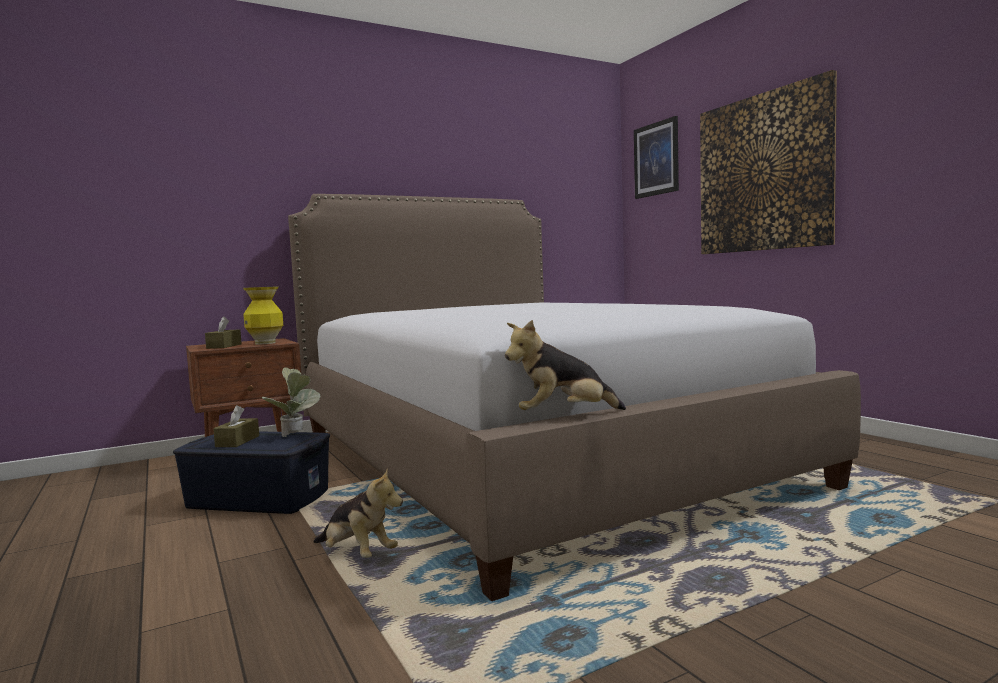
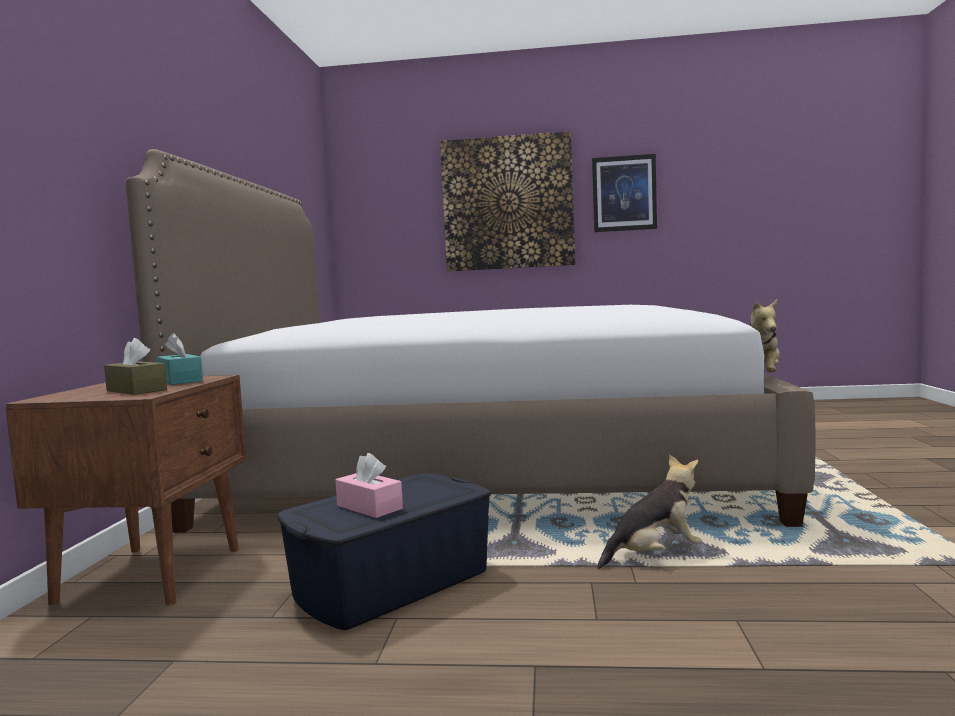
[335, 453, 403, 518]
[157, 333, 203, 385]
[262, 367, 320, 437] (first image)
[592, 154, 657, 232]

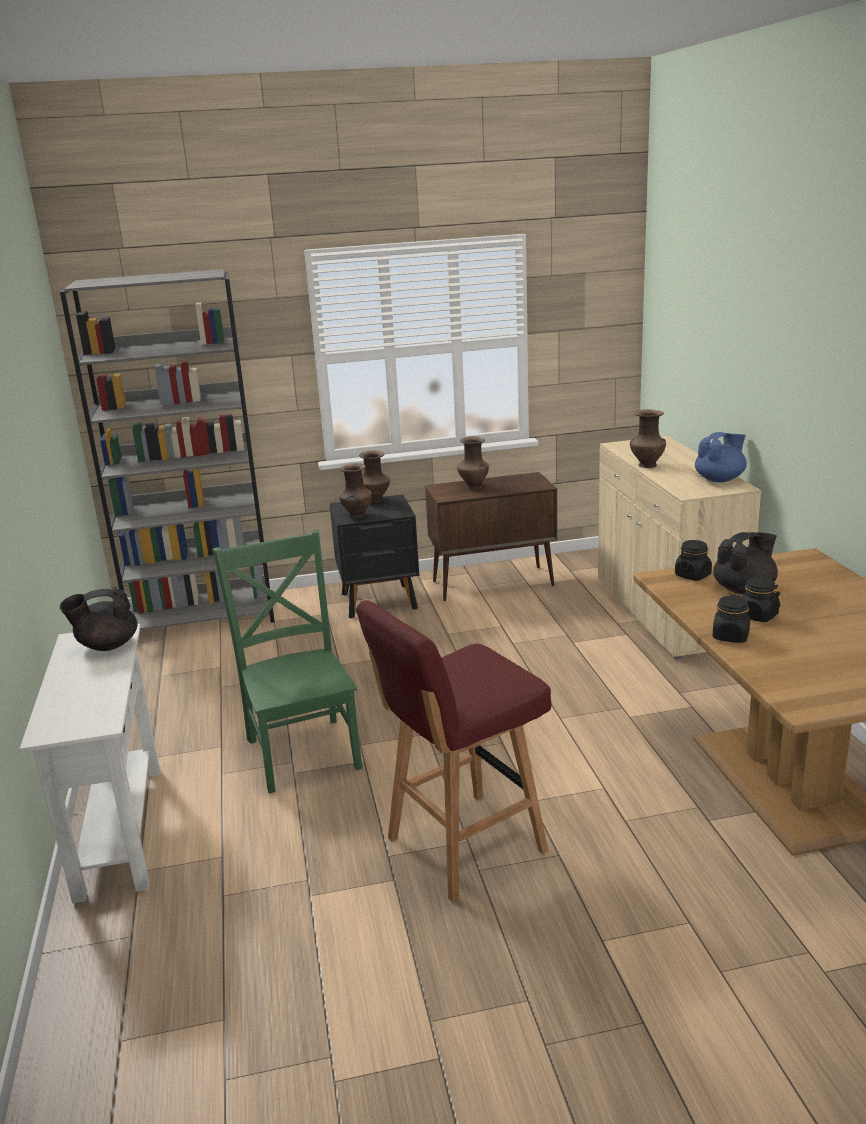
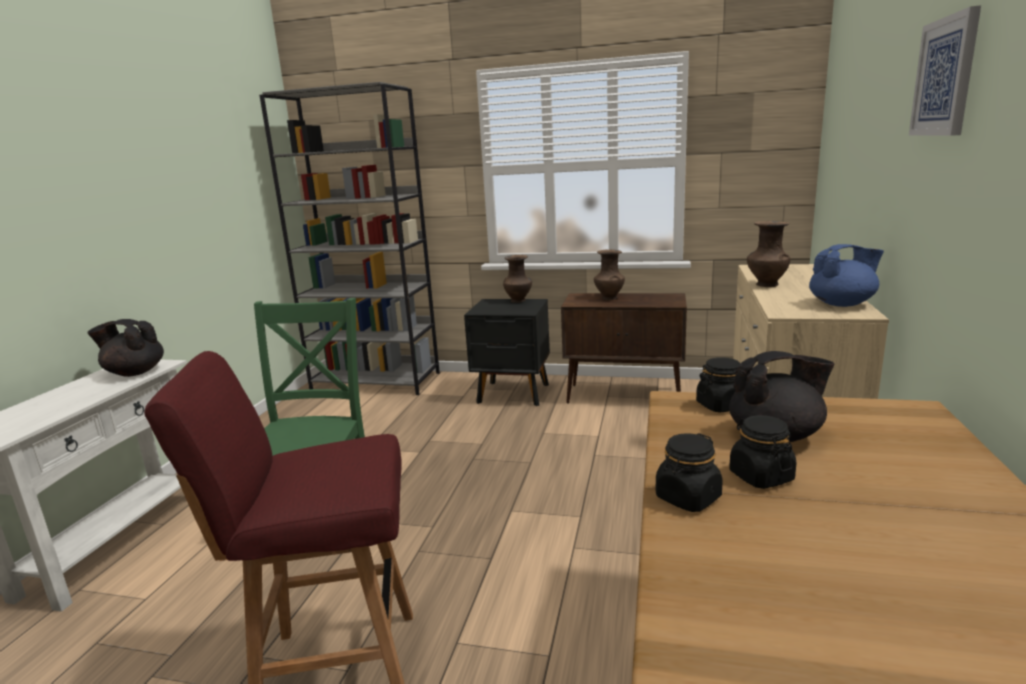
[339, 463, 372, 518] (first image)
[909, 5, 981, 136]

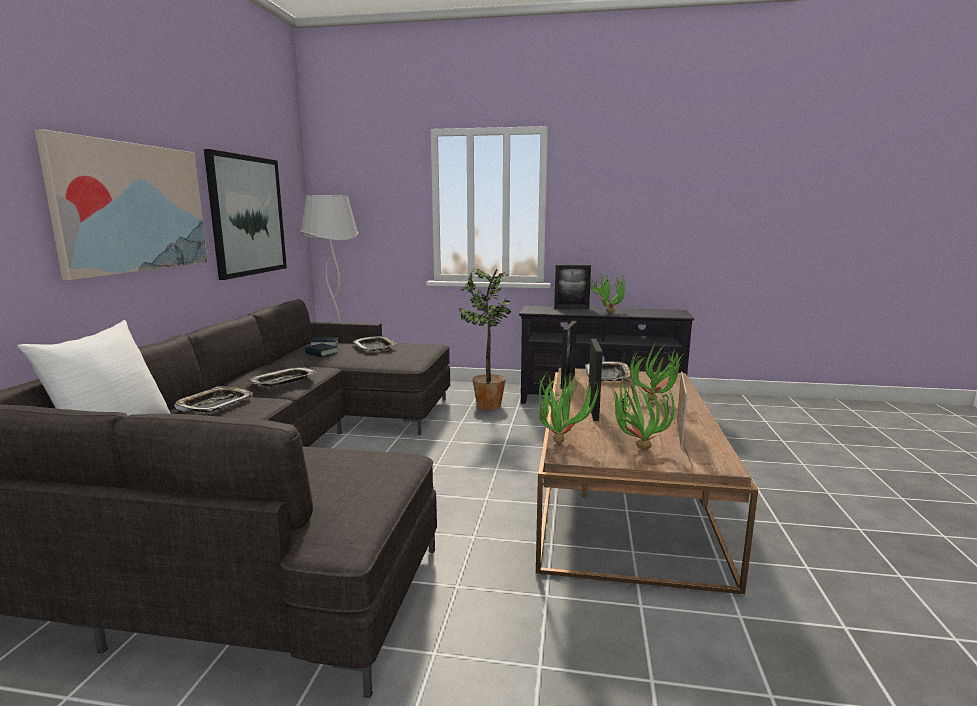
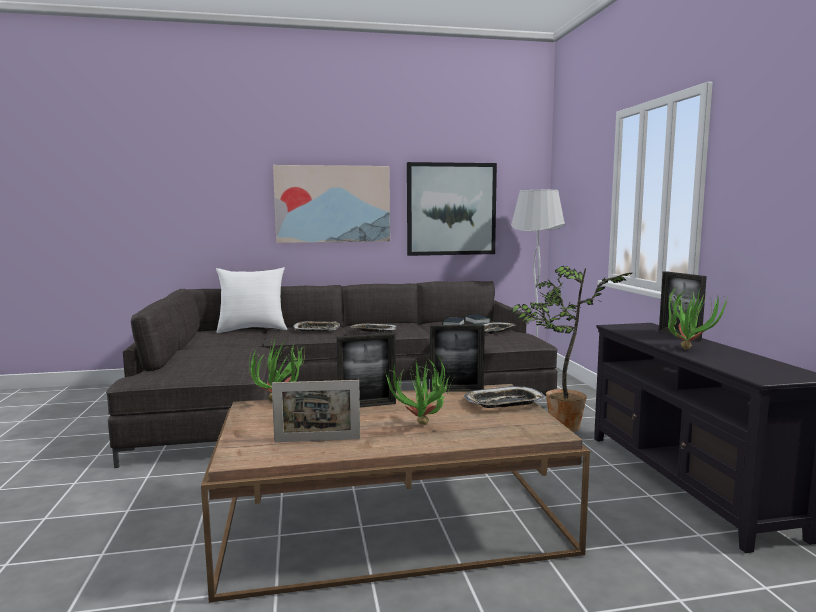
[610, 377, 674, 450] (first image)

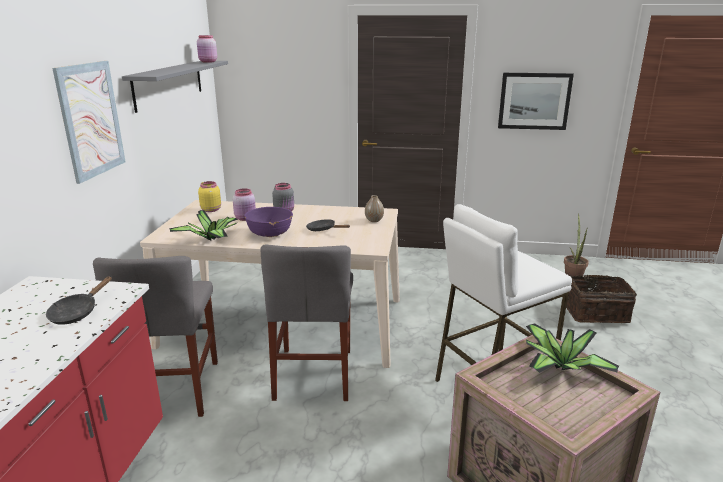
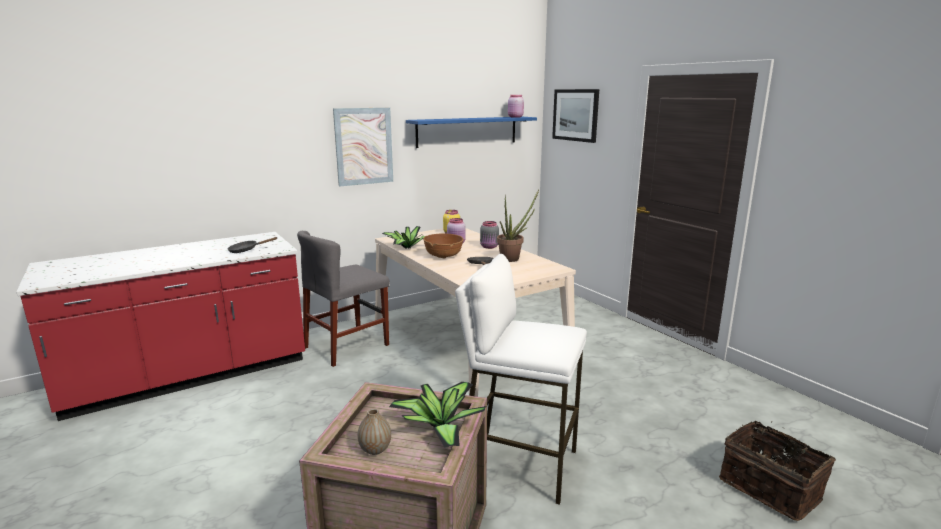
[406, 117, 537, 148]
[423, 233, 464, 259]
[260, 245, 353, 401] (first image)
[358, 409, 391, 455]
[552, 89, 599, 143]
[497, 190, 539, 262]

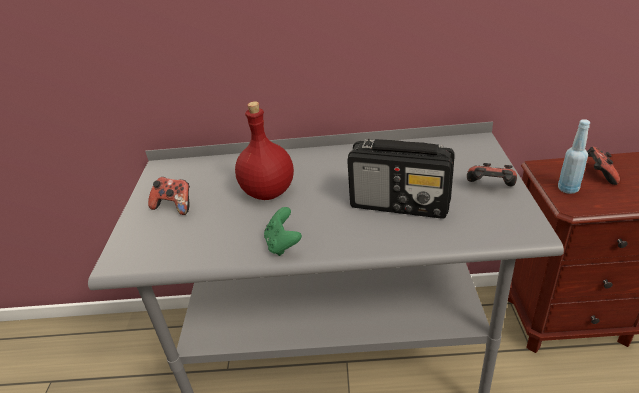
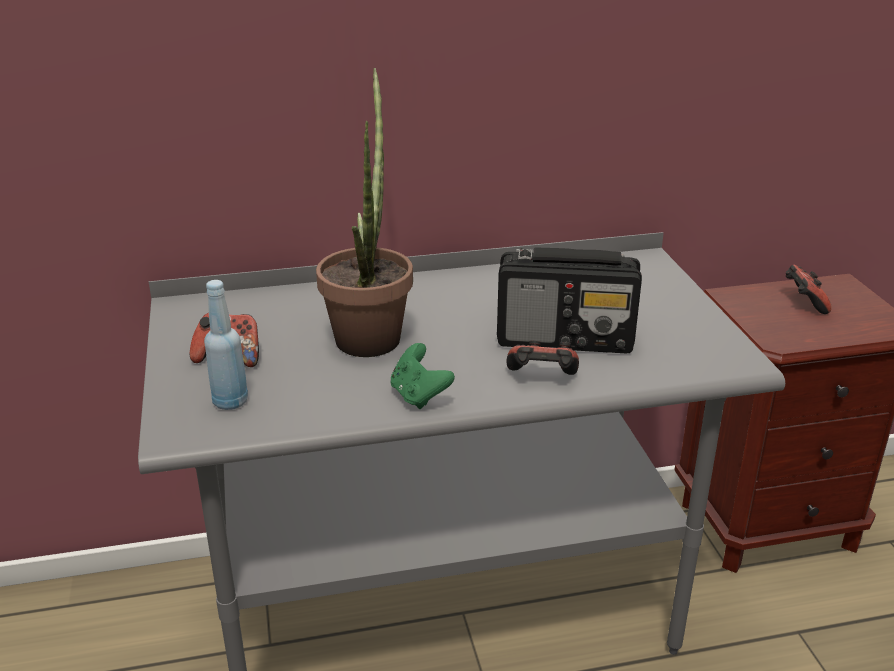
[316, 68, 413, 357]
[506, 341, 579, 375]
[204, 280, 248, 410]

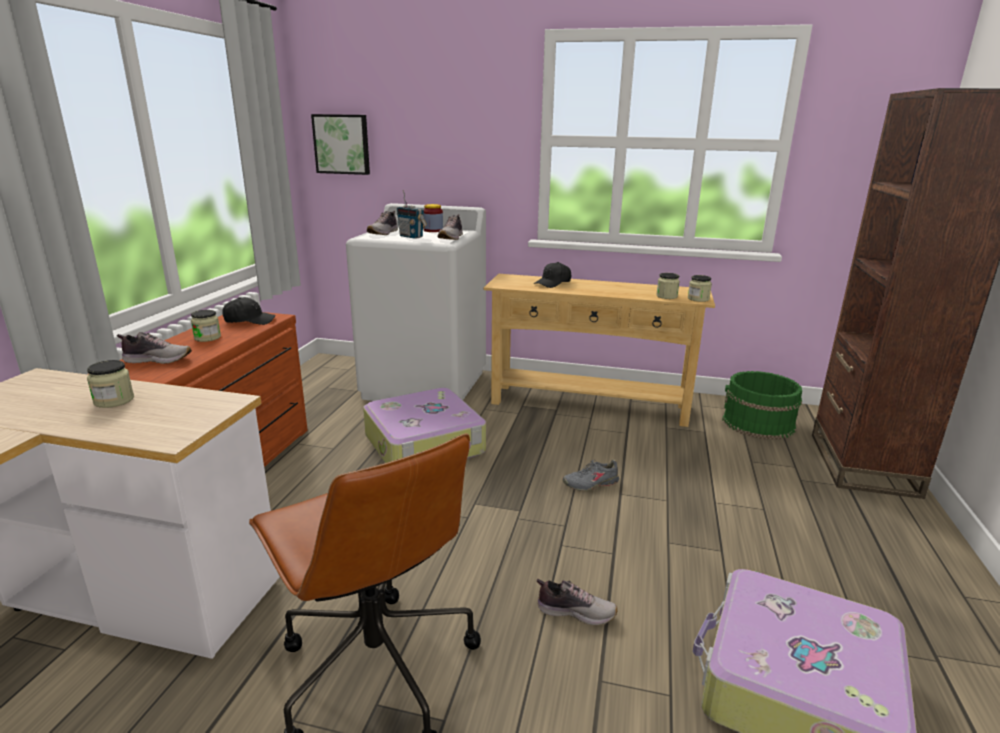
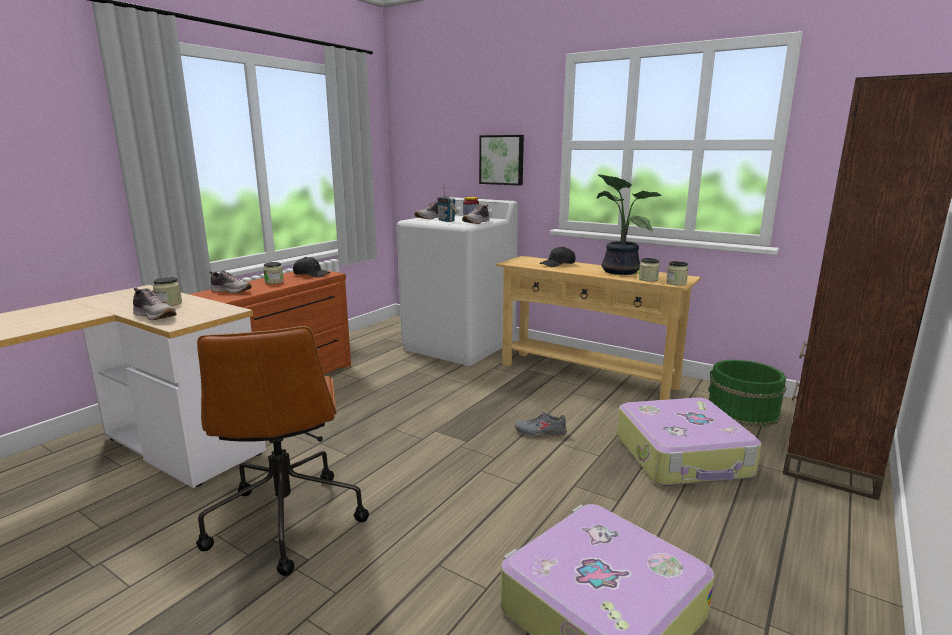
[479, 135, 524, 186]
[617, 398, 761, 486]
[133, 288, 177, 320]
[597, 174, 661, 275]

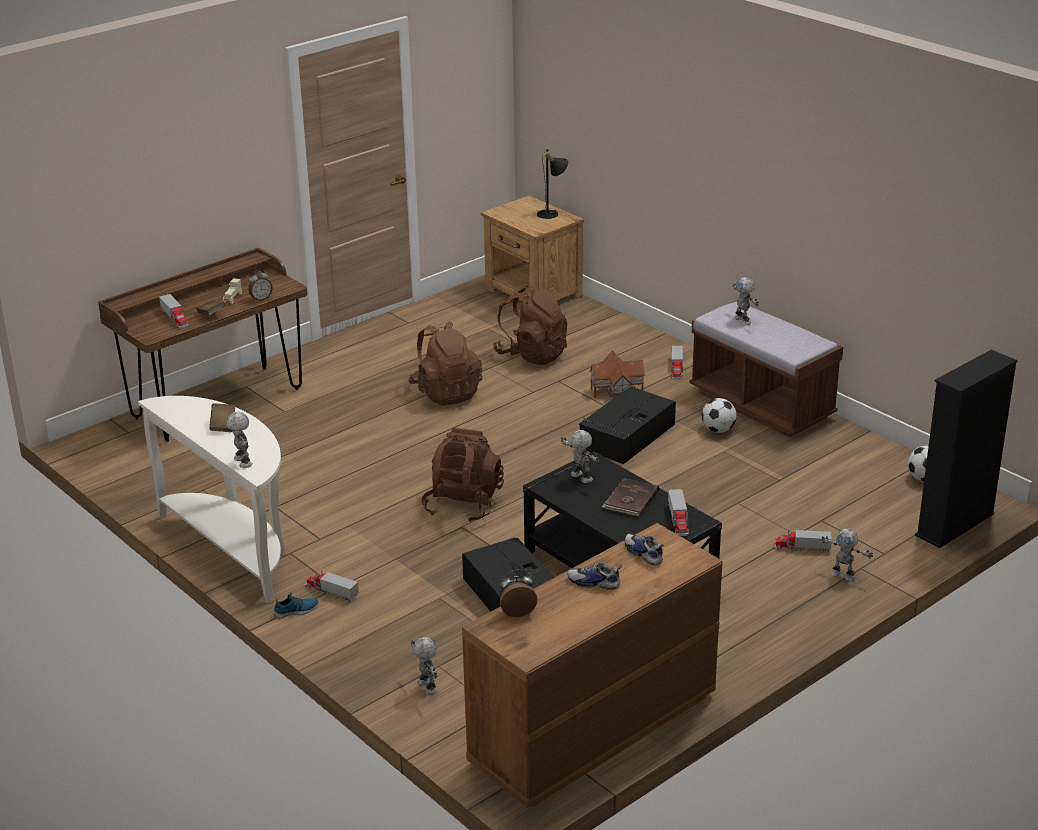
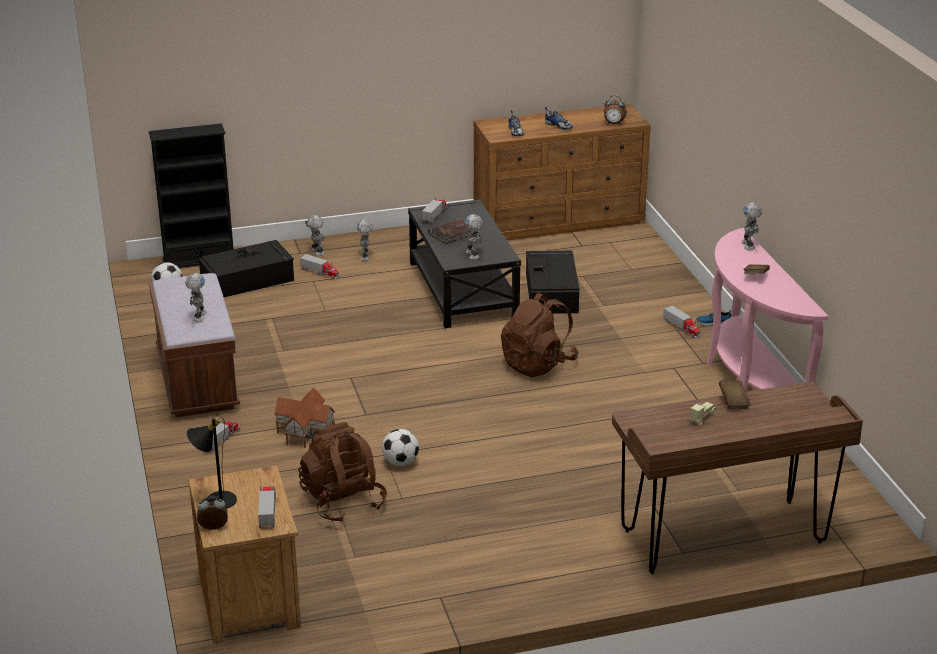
[707, 228, 829, 391]
[258, 486, 276, 528]
[197, 496, 228, 530]
[408, 321, 482, 406] (first image)
[357, 220, 373, 261]
[199, 240, 294, 297]
[382, 429, 419, 466]

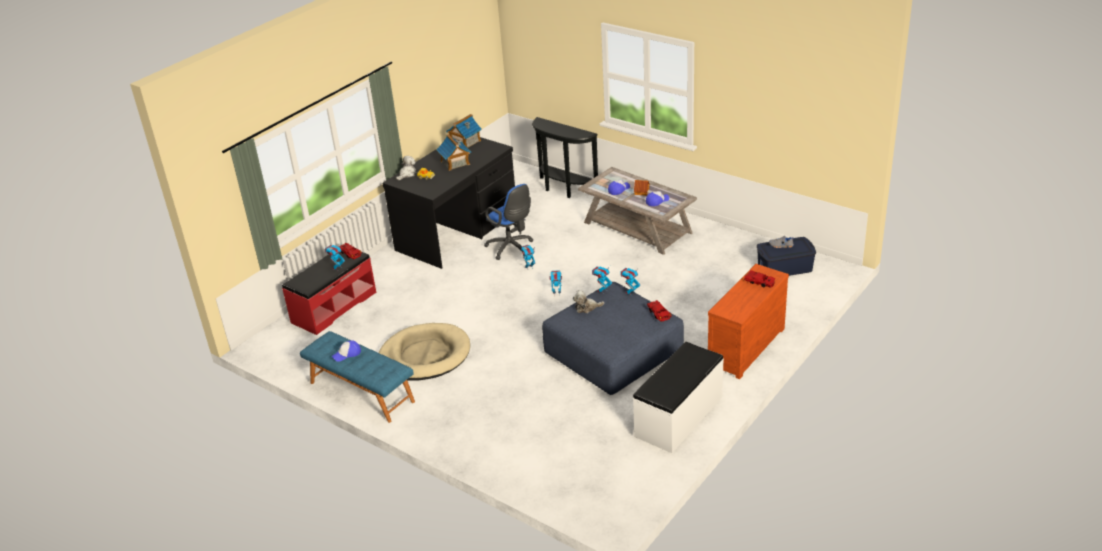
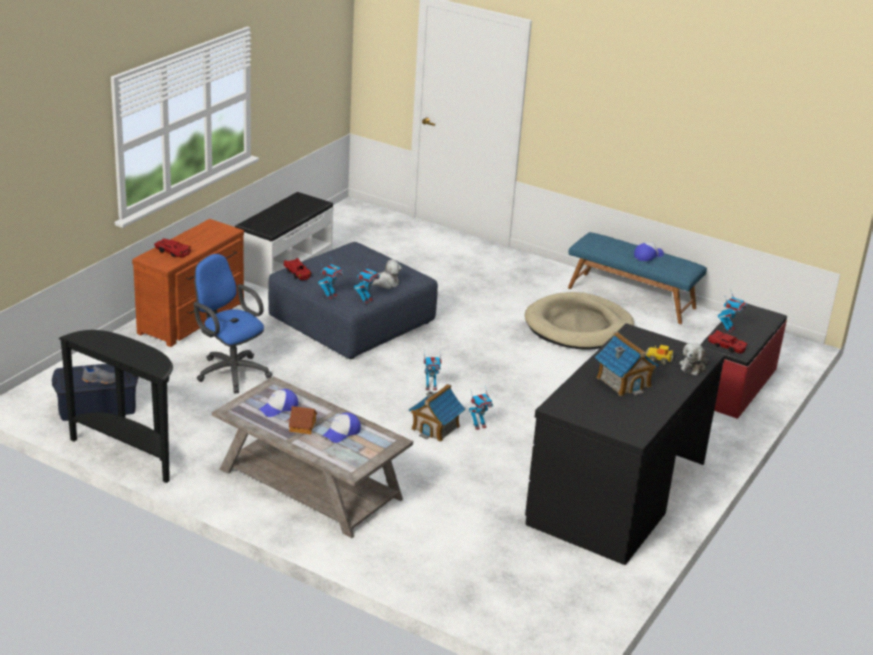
[409, 384, 465, 442]
[194, 254, 272, 393]
[59, 330, 173, 483]

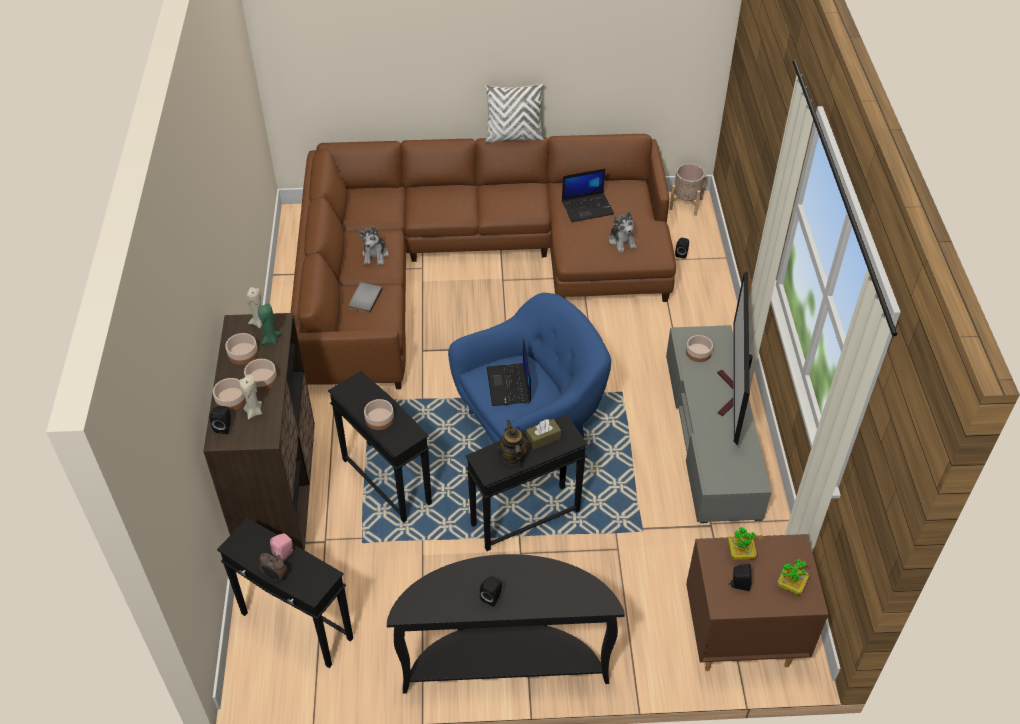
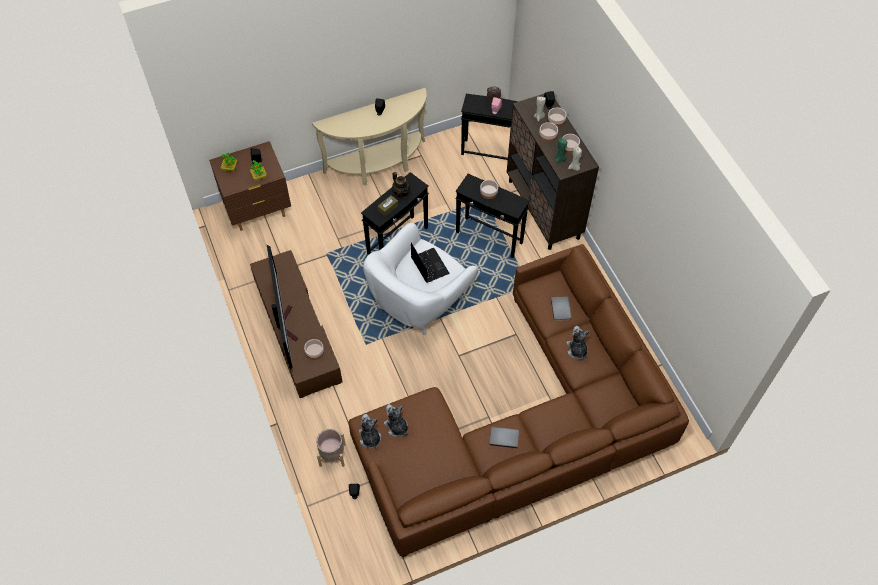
[312, 88, 427, 185]
[363, 223, 478, 335]
[485, 84, 544, 143] (first image)
[562, 168, 614, 222] (first image)
[250, 250, 342, 398]
[316, 429, 346, 467]
[359, 414, 381, 449]
[489, 427, 519, 448]

